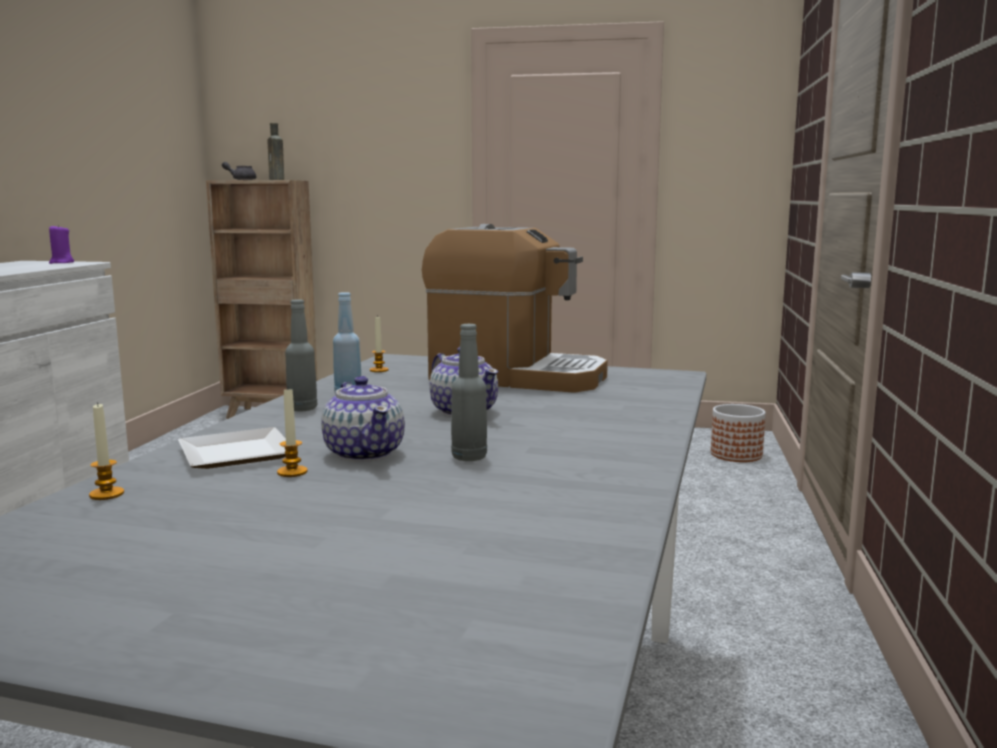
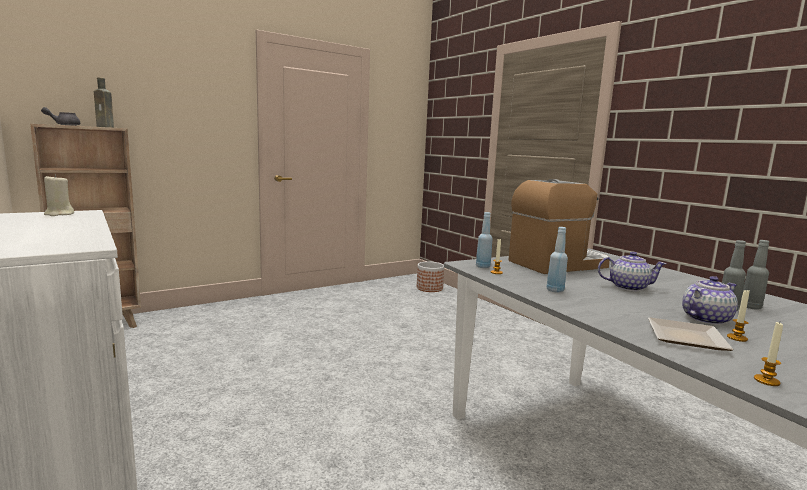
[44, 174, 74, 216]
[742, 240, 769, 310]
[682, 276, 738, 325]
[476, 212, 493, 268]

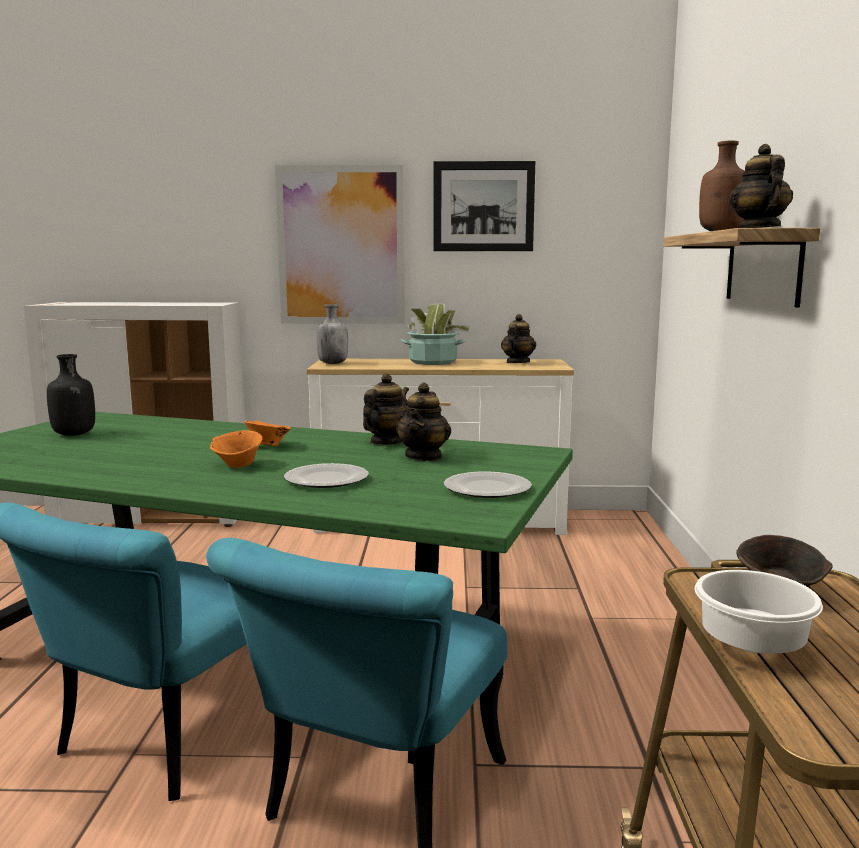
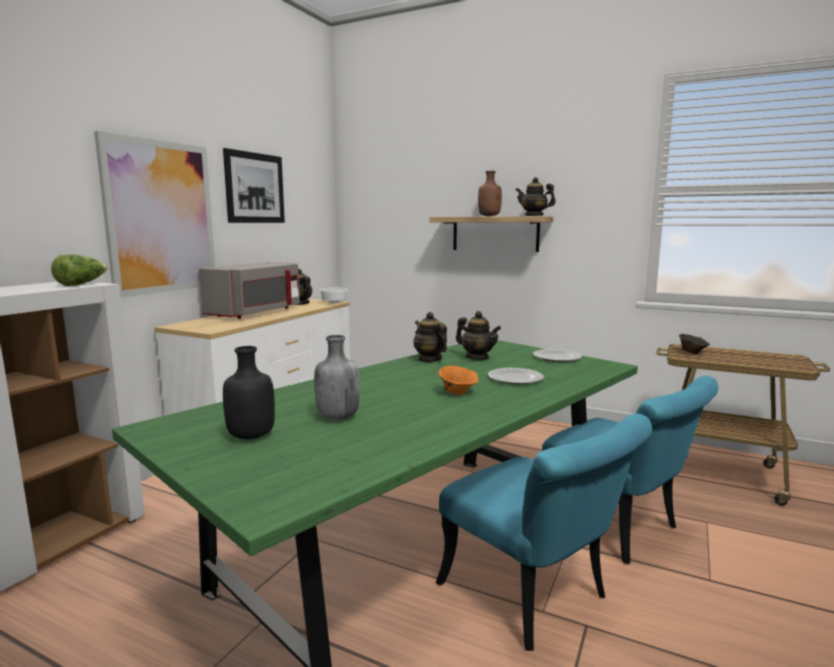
[244, 421, 291, 446] (first image)
[314, 335, 360, 420]
[199, 262, 300, 319]
[319, 288, 348, 303]
[51, 255, 108, 286]

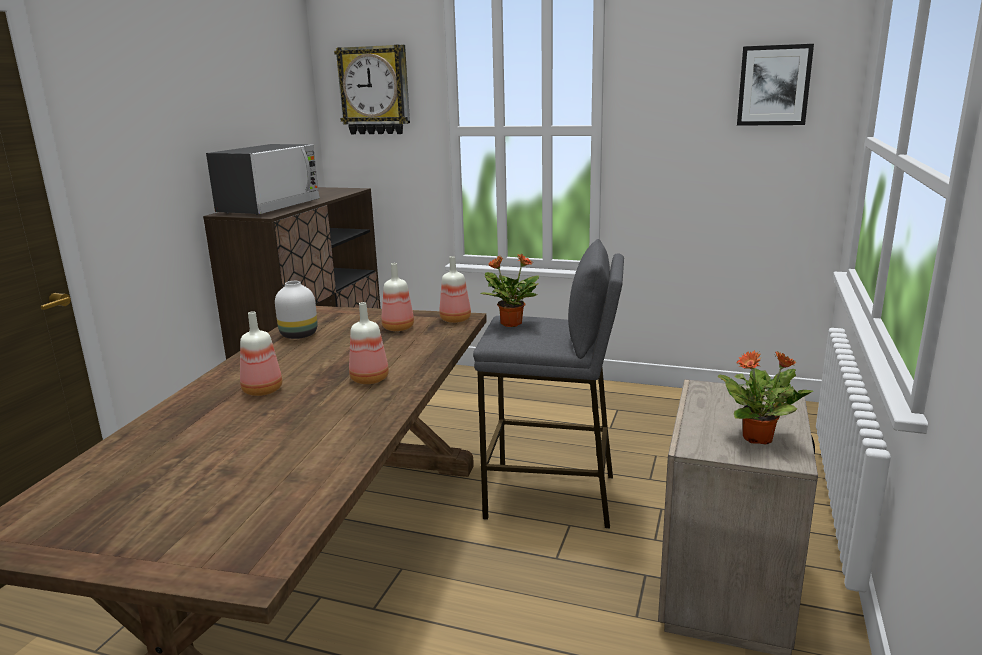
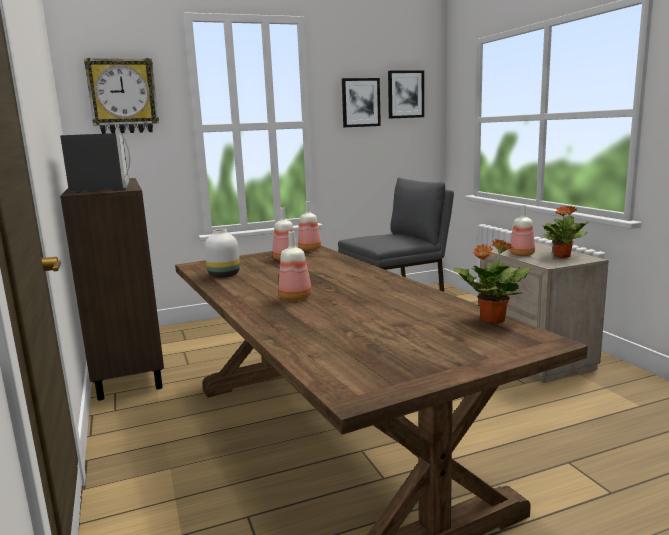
[509, 205, 535, 256]
[454, 239, 532, 324]
[342, 78, 381, 127]

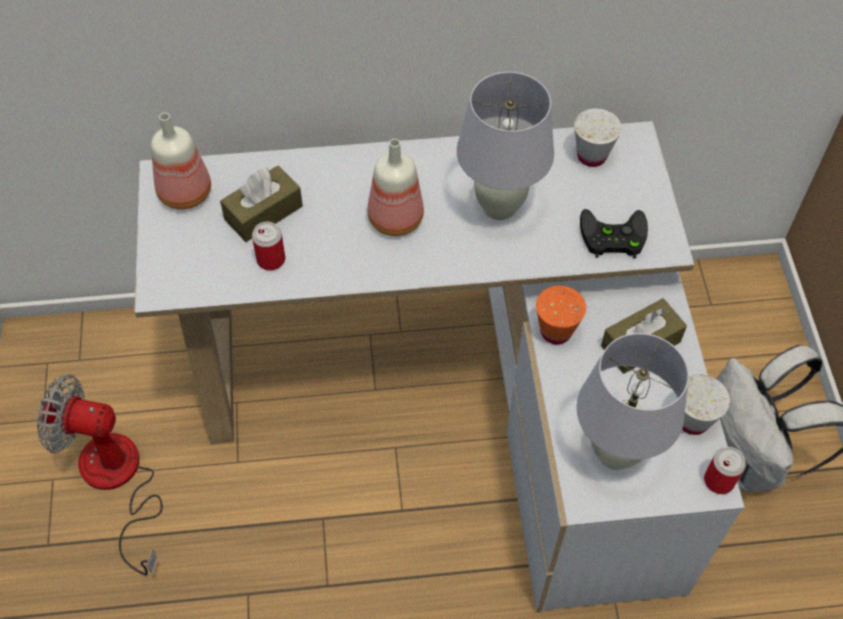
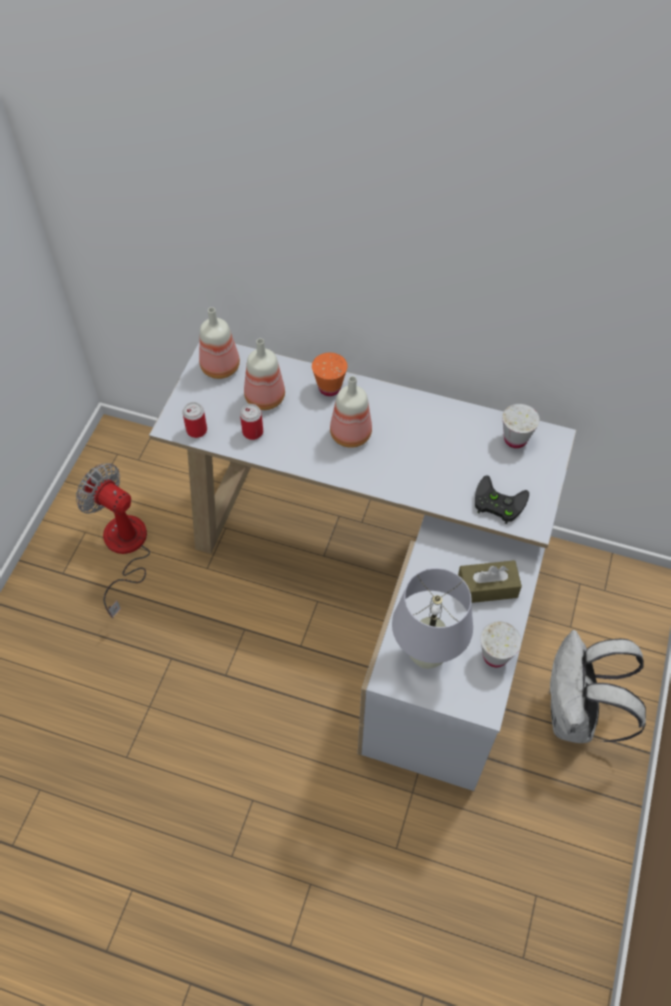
[244, 338, 285, 410]
[457, 72, 554, 220] (first image)
[312, 353, 347, 396]
[182, 402, 207, 438]

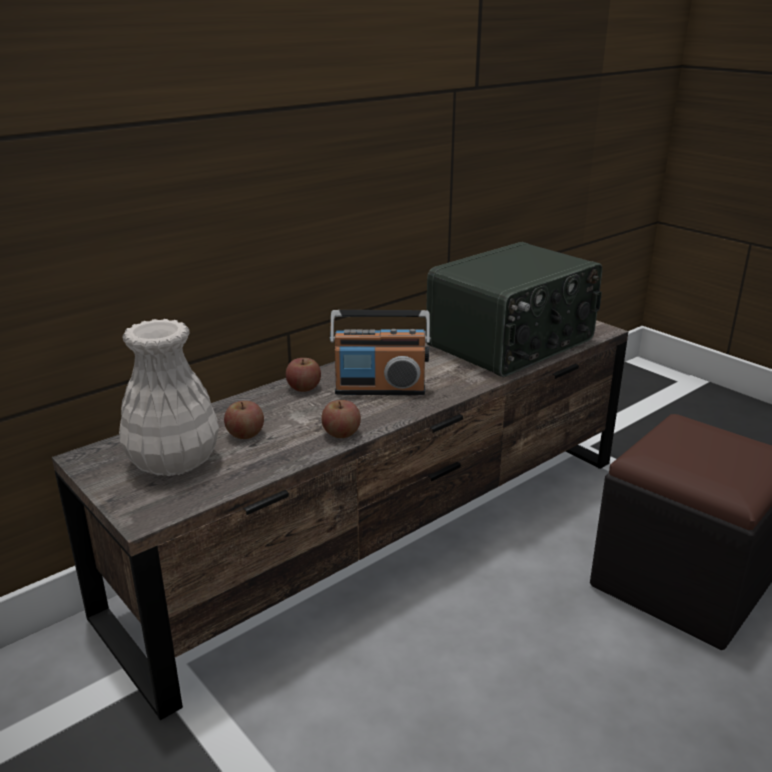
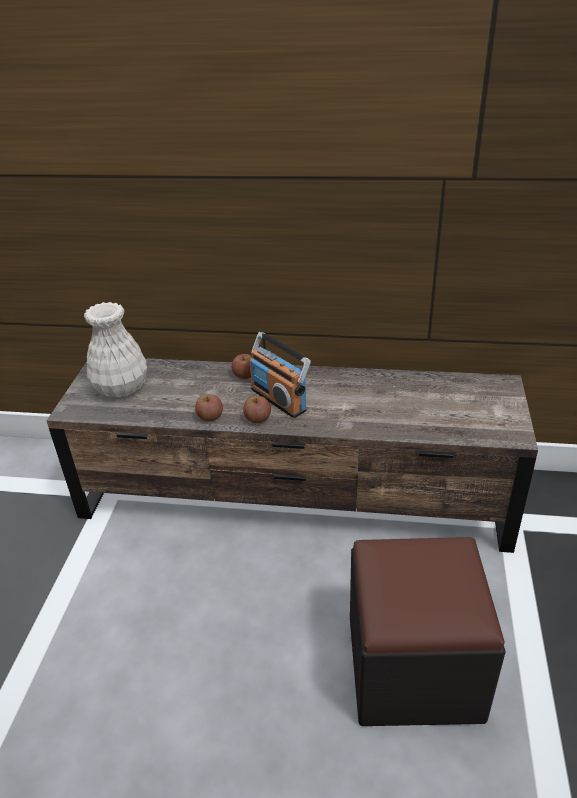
[243, 396, 271, 423]
[426, 242, 602, 377] (first image)

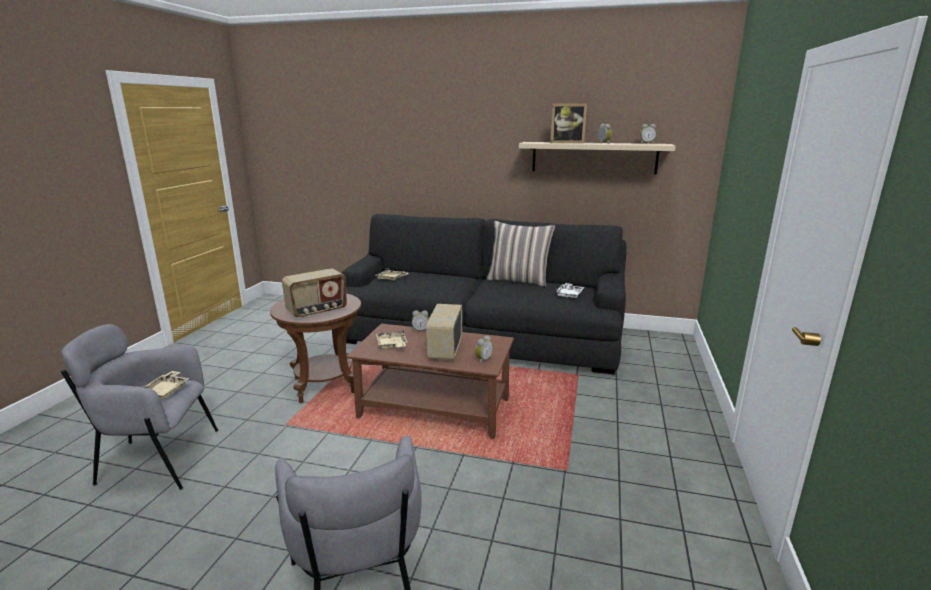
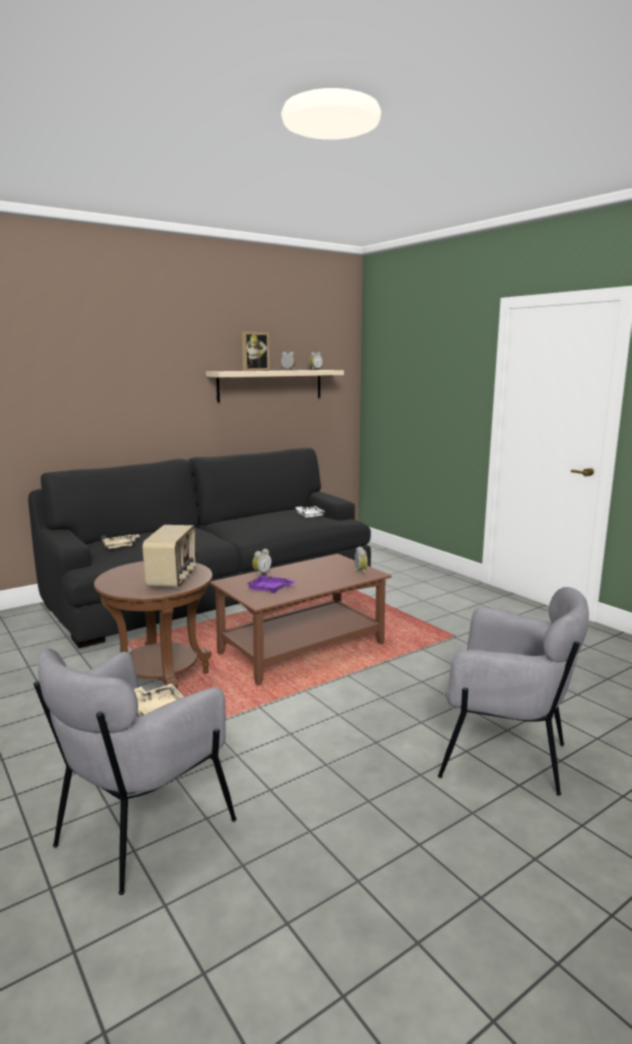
[246, 572, 297, 593]
[426, 304, 462, 360] (first image)
[486, 221, 555, 287] (first image)

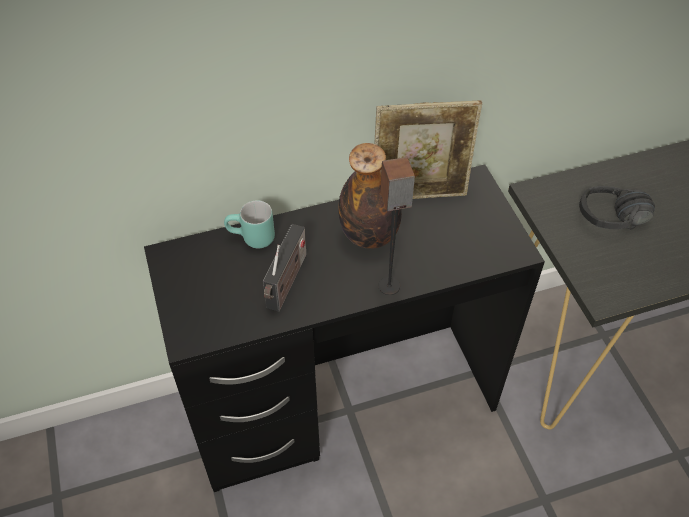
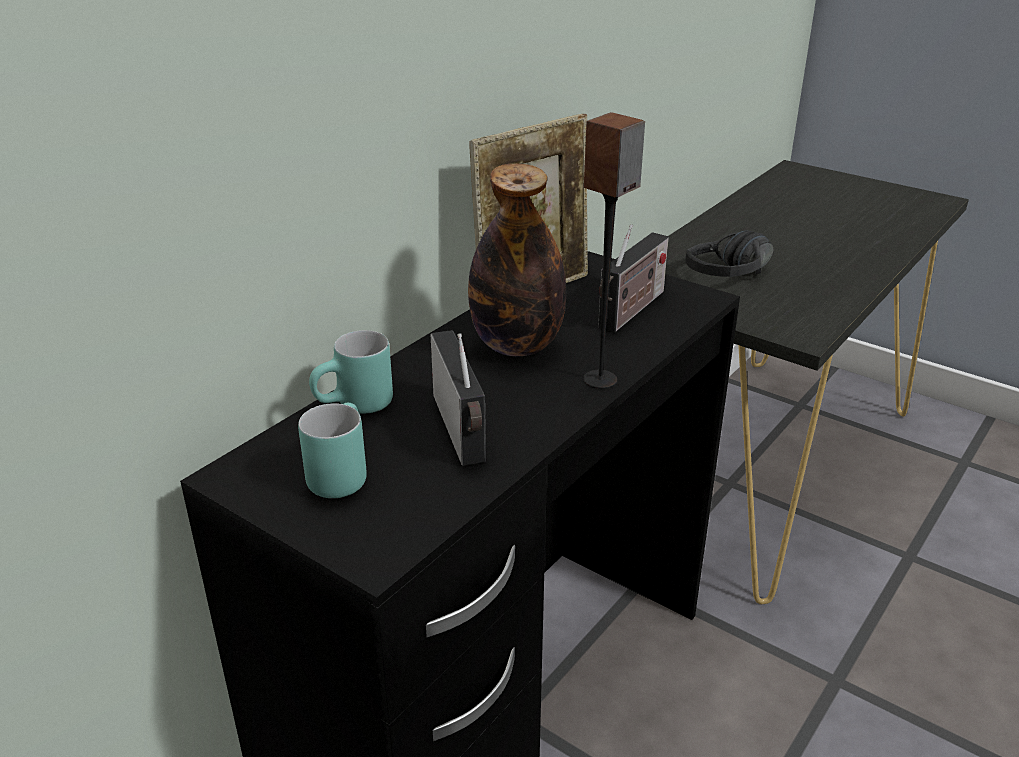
[298, 402, 367, 498]
[598, 224, 669, 332]

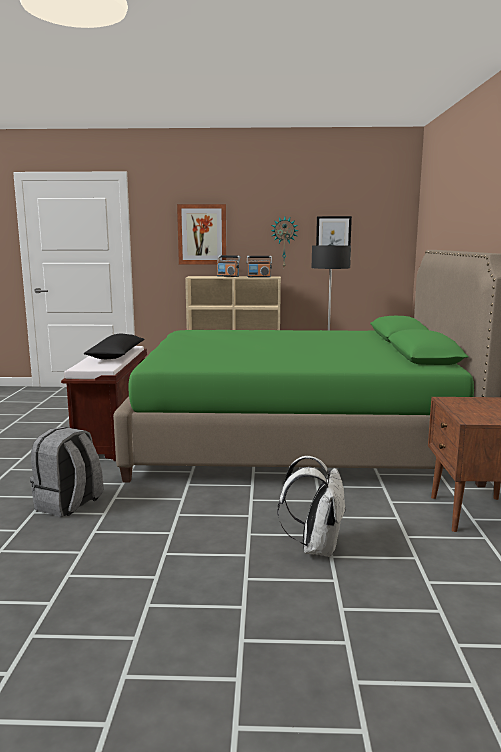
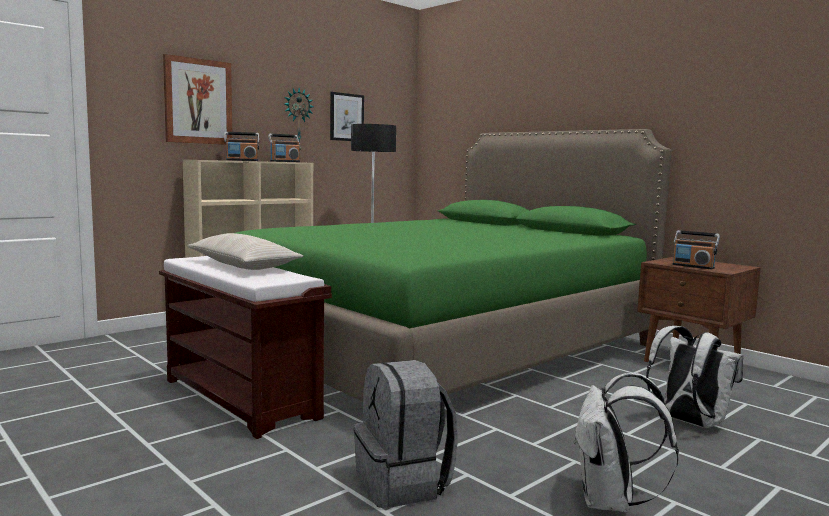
[188, 233, 303, 270]
[573, 373, 679, 513]
[672, 230, 720, 269]

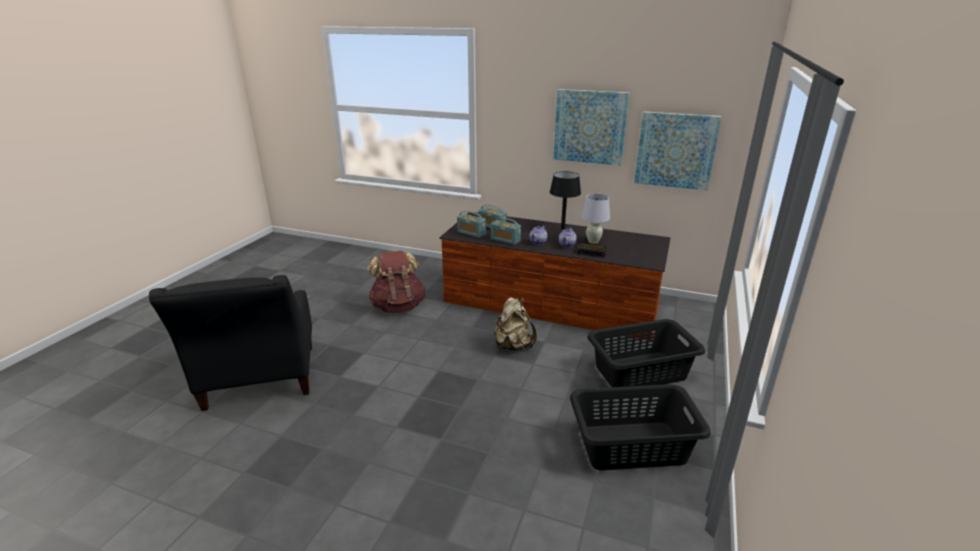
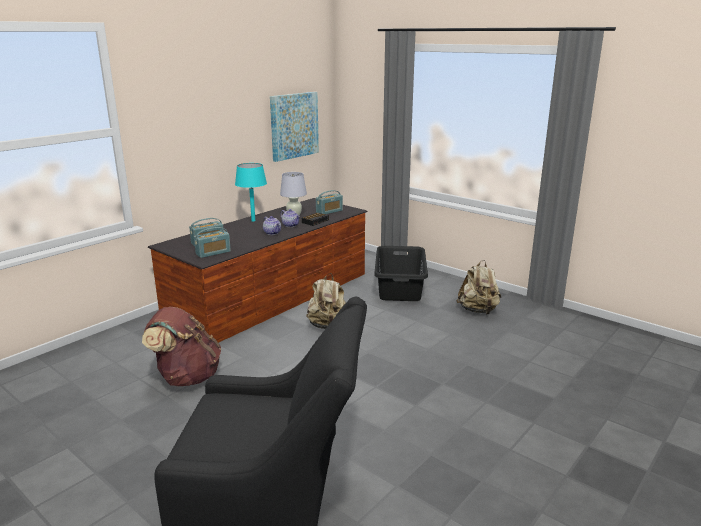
[316, 190, 343, 214]
[235, 163, 267, 222]
[554, 89, 630, 165] (first image)
[456, 260, 501, 315]

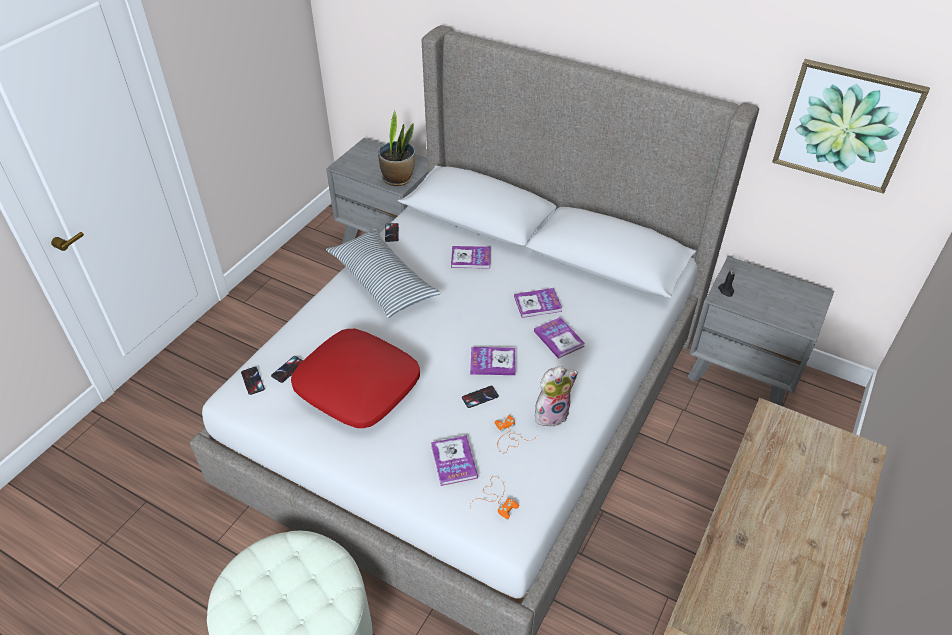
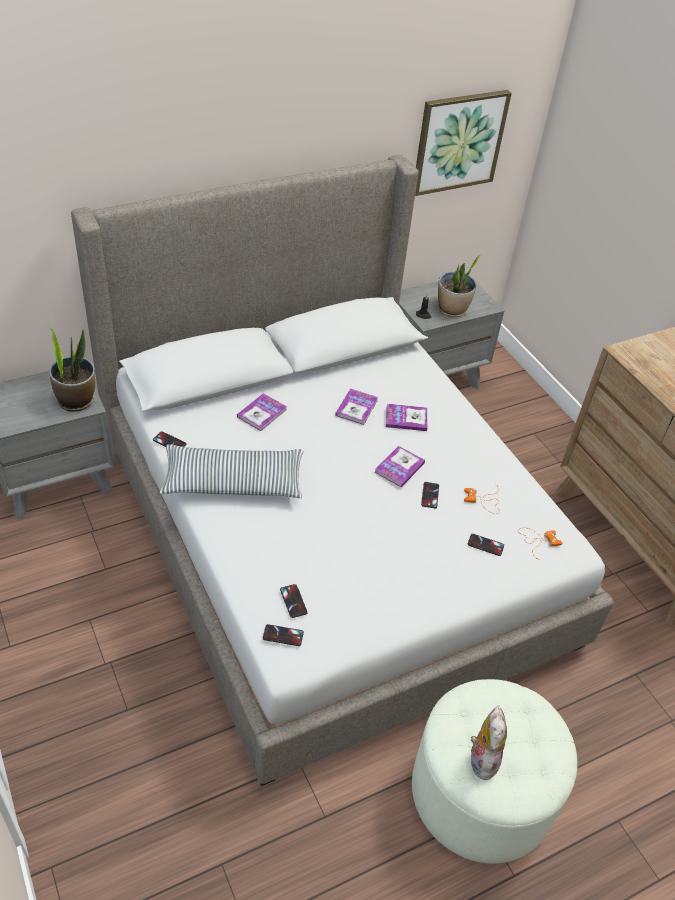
[291, 329, 420, 428] (first image)
[468, 534, 504, 556]
[471, 705, 507, 780]
[438, 255, 481, 317]

